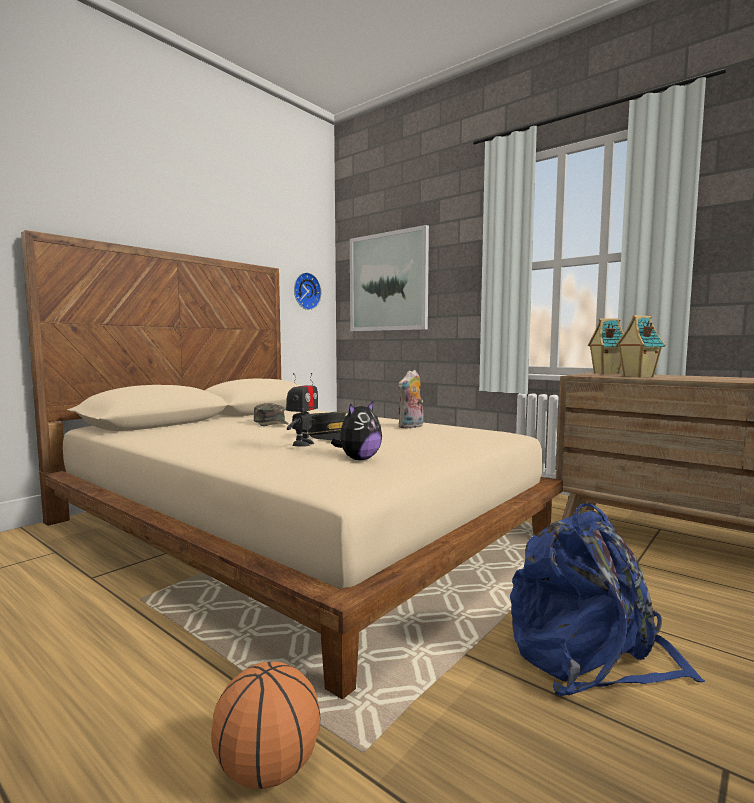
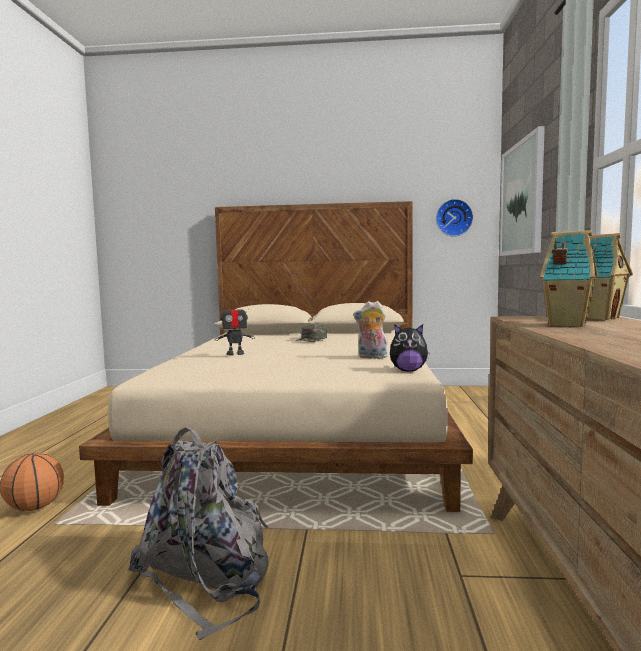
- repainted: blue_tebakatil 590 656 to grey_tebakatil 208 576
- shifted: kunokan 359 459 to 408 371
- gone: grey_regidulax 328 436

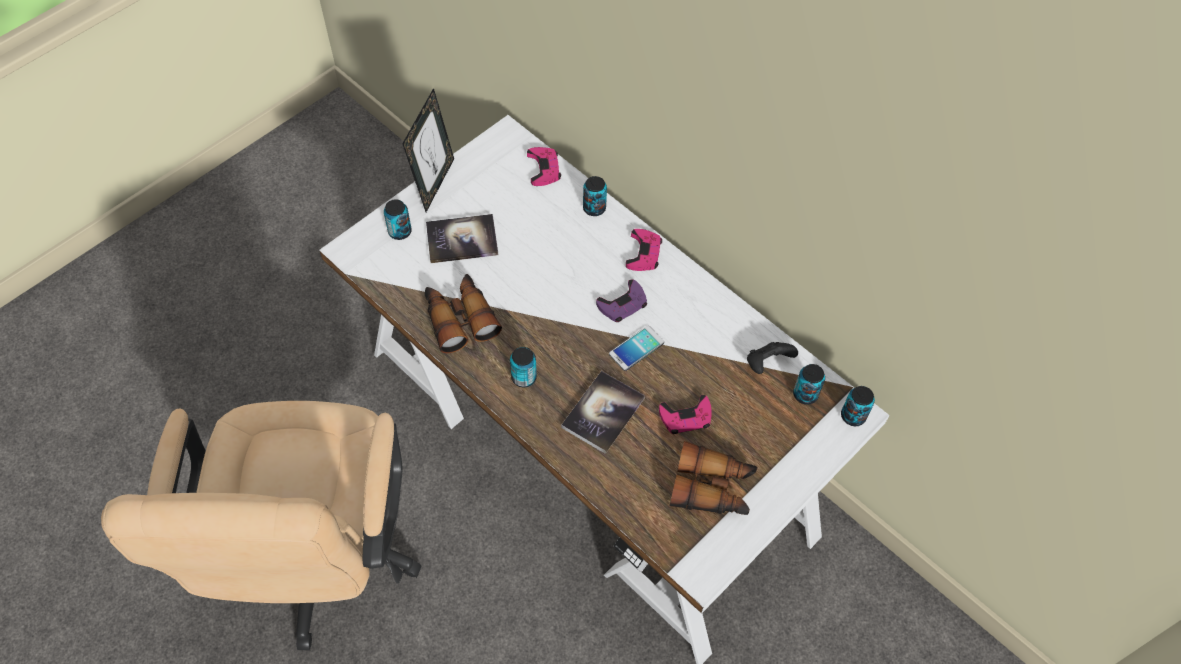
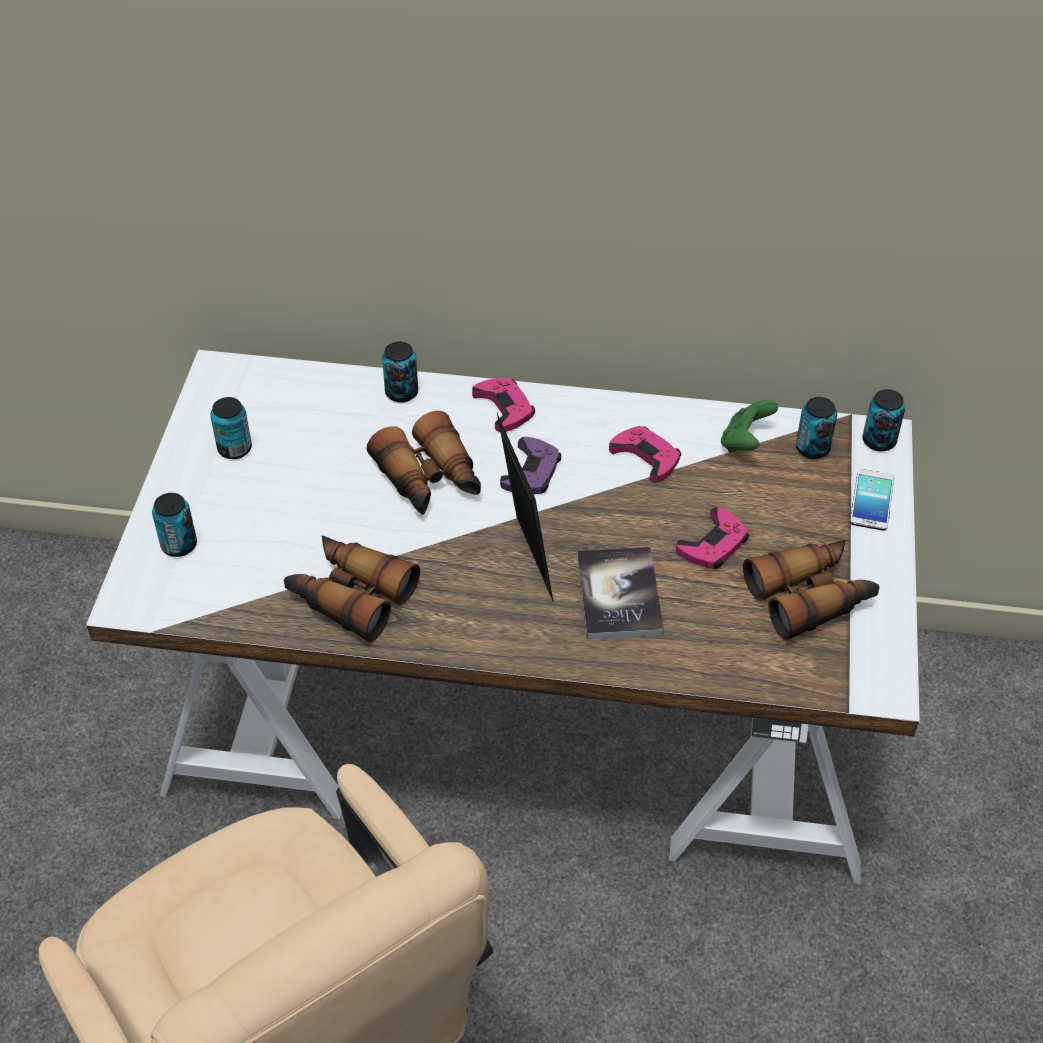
- shifted: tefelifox 524 377 to 234 449
- new: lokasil 430 480
- shifted: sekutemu 434 183 to 525 561
- shifted: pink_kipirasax 544 169 to 646 457
- repainted: black_kipirasax 767 364 to green_kipirasax 745 442
- shifted: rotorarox 636 348 to 871 500
- gone: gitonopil 462 240

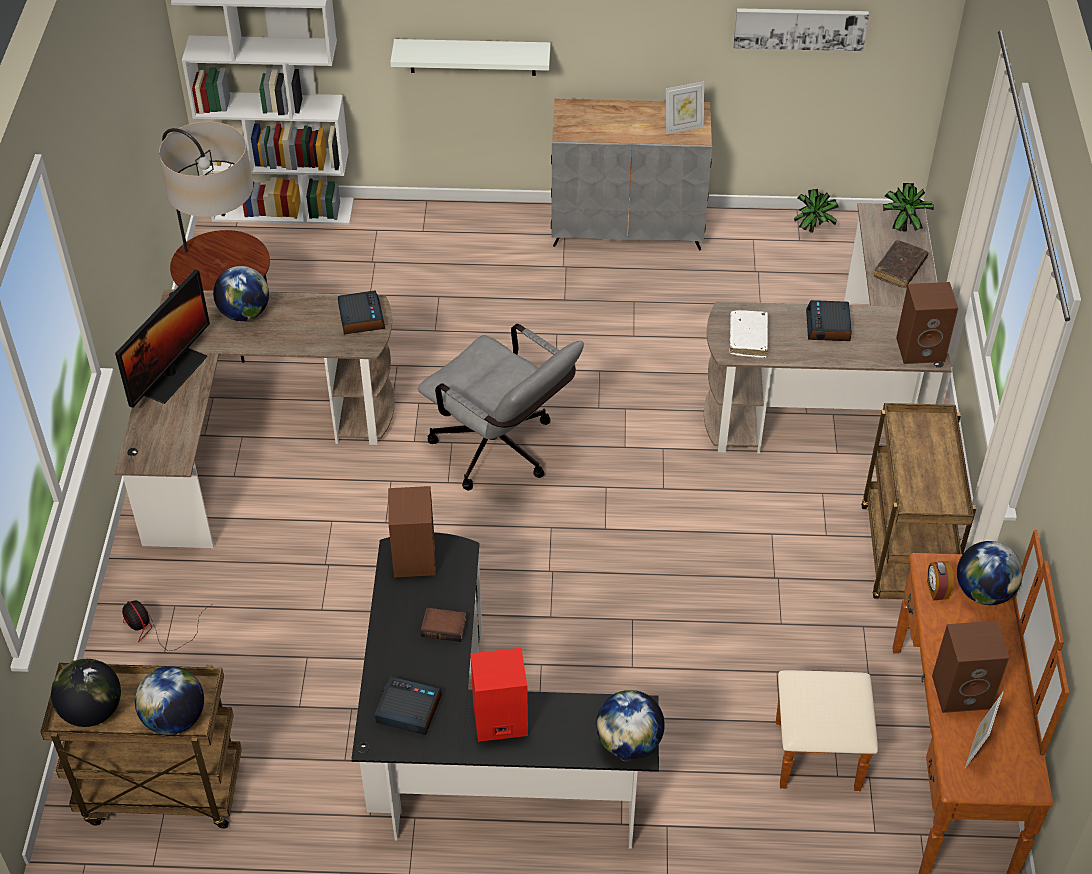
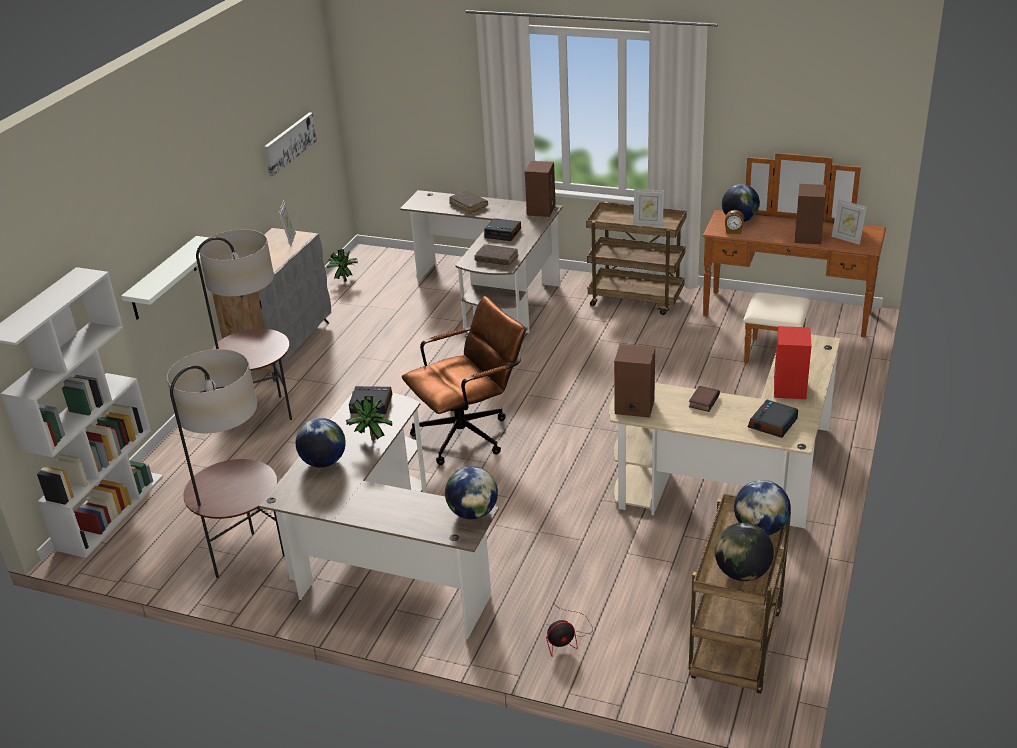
- new: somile 263 414
- shifted: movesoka 902 228 to 370 439
- repainted: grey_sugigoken 502 453 to brown_sugigoken 470 433
- shifted: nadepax 629 742 to 473 513
- repainted: white_gitonopil 748 338 to brown_gitonopil 496 259
- repainted: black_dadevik 471 754 to beige_dadevik 740 484
- new: sekutemu 648 224
- gone: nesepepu 172 374

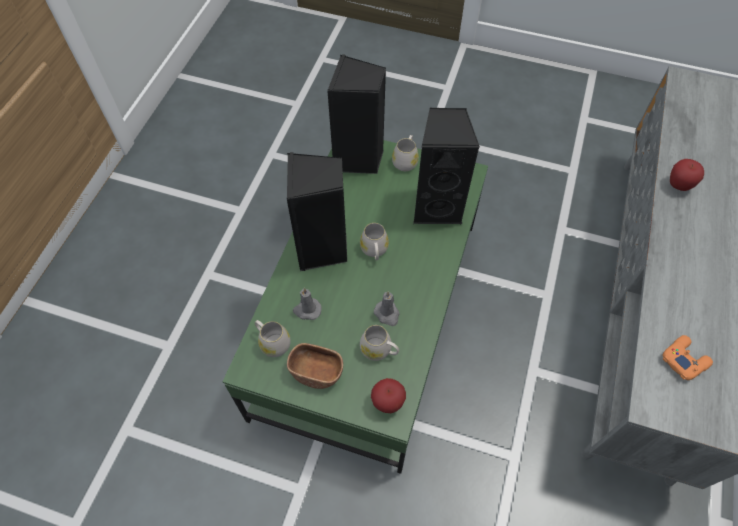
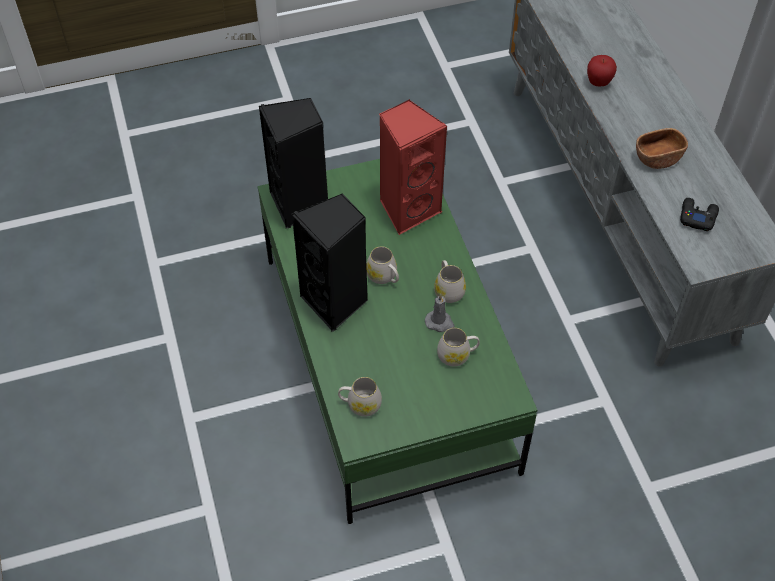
- repainted: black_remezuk 437 207 to red_remezuk 408 209
- shifted: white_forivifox 405 161 to 448 289
- shifted: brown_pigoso 316 371 to 657 158
- repainted: orange_kipirasax 684 359 to black_kipirasax 697 217
- gone: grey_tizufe 307 310
- gone: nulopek 387 402

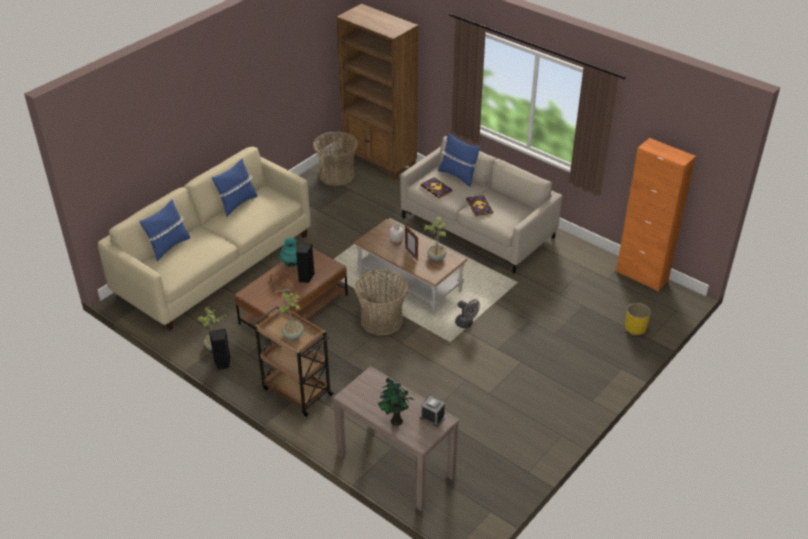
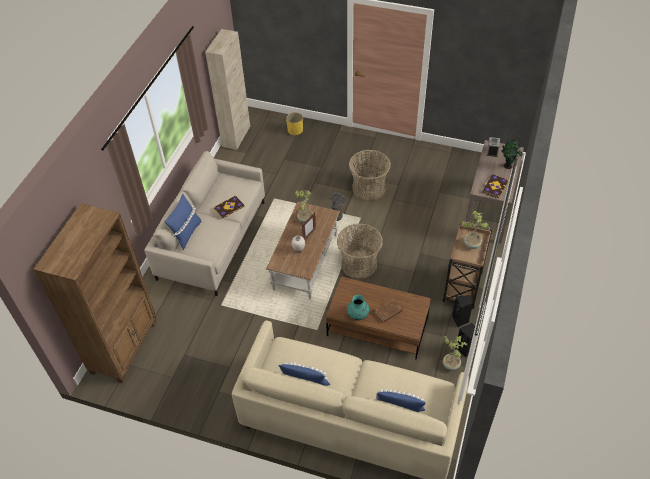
- repainted: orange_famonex 641 276 to beige_famonex 236 136
- shifted: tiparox 337 175 to 368 188
- shifted: black_remezuk 305 277 to 460 320
- shifted: gitonopil 436 188 to 494 186

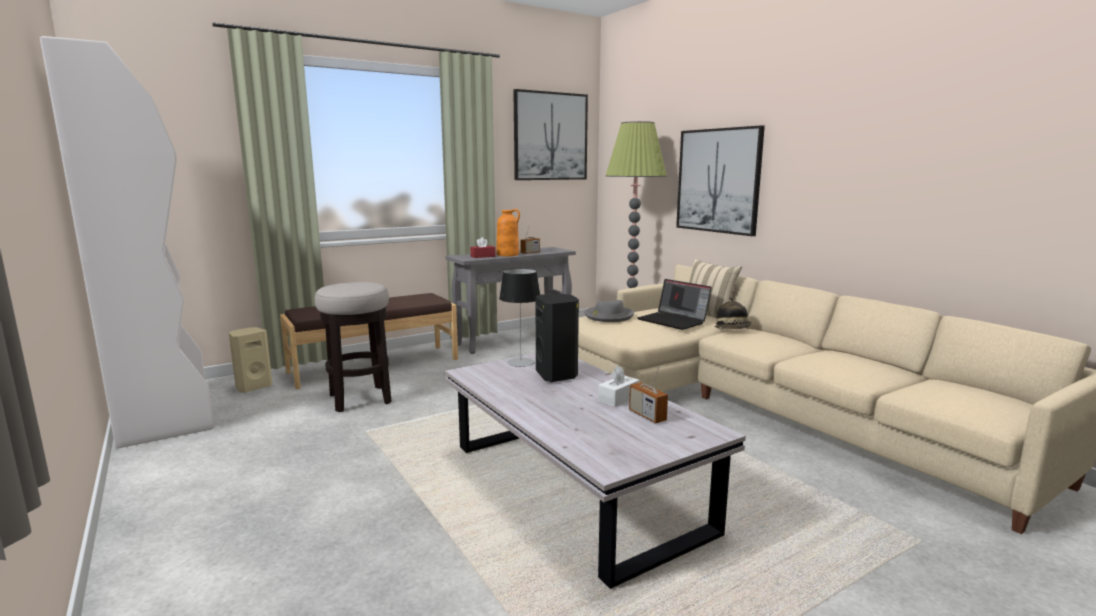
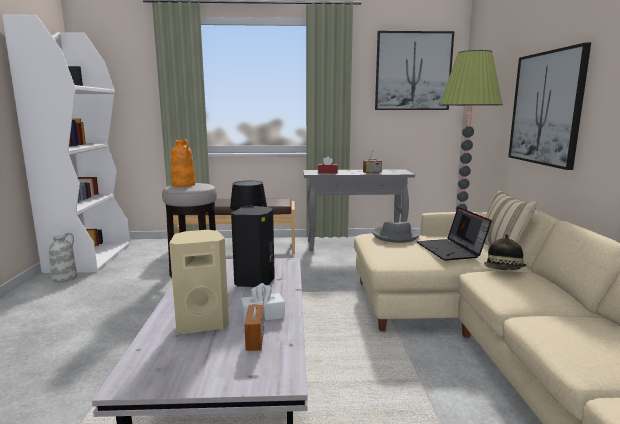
- new: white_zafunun 65 278
- shifted: beige_remezuk 253 387 to 202 323
- shifted: orange_zafunun 508 254 to 184 185

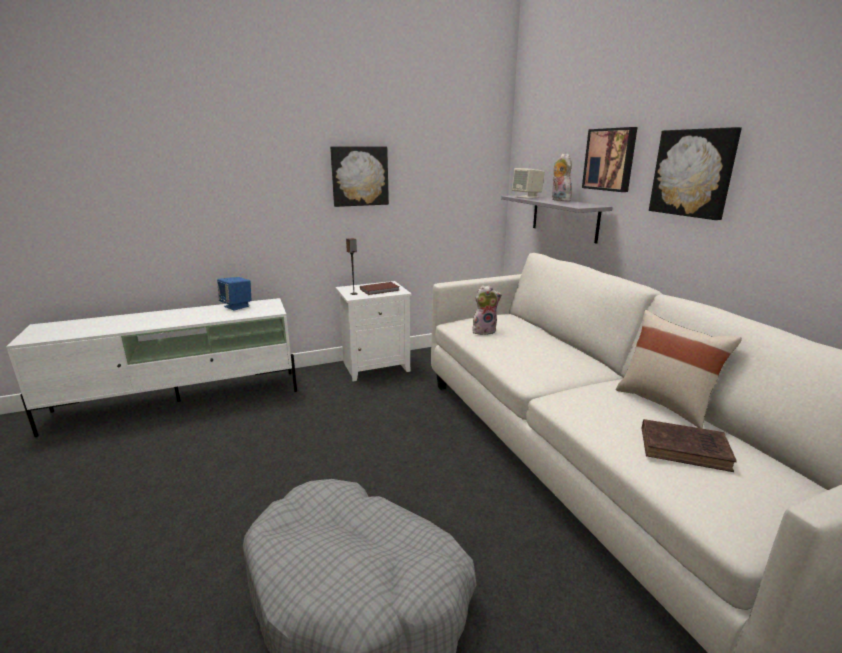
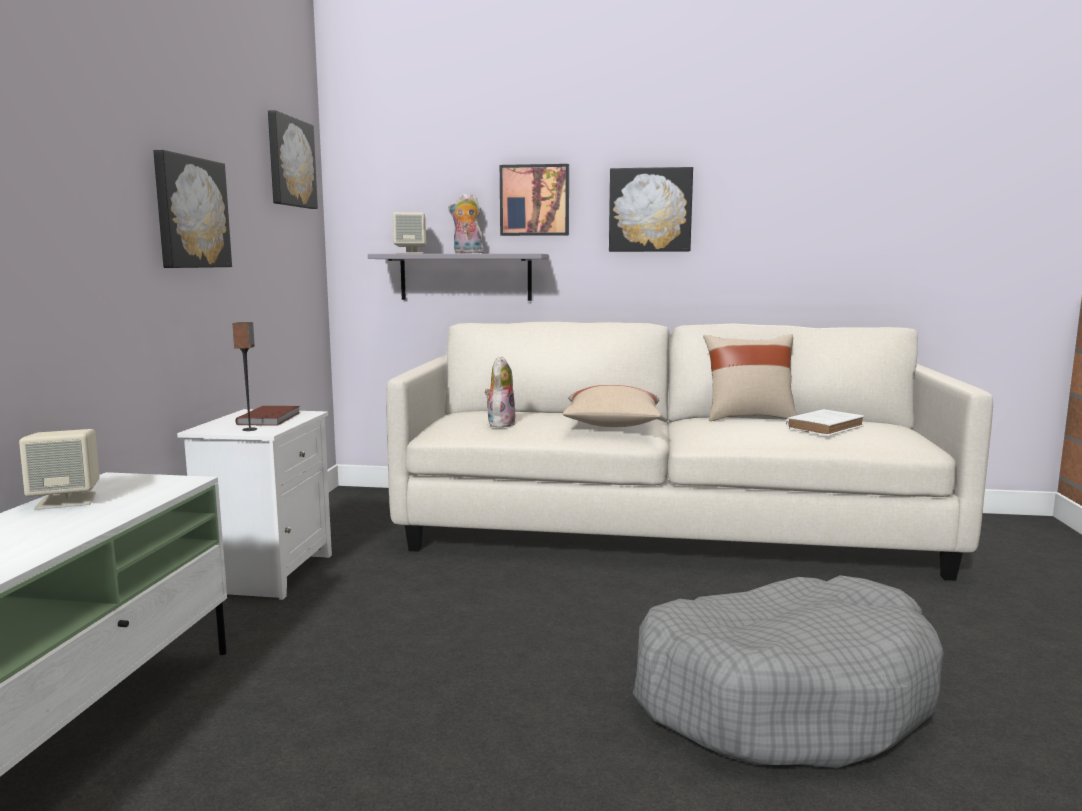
- repainted: blue_remezuk 237 306 to beige_remezuk 67 501
- new: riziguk 289 162
- new: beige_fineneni 612 426
- repainted: brown_gitonopil 686 449 to white_gitonopil 826 427

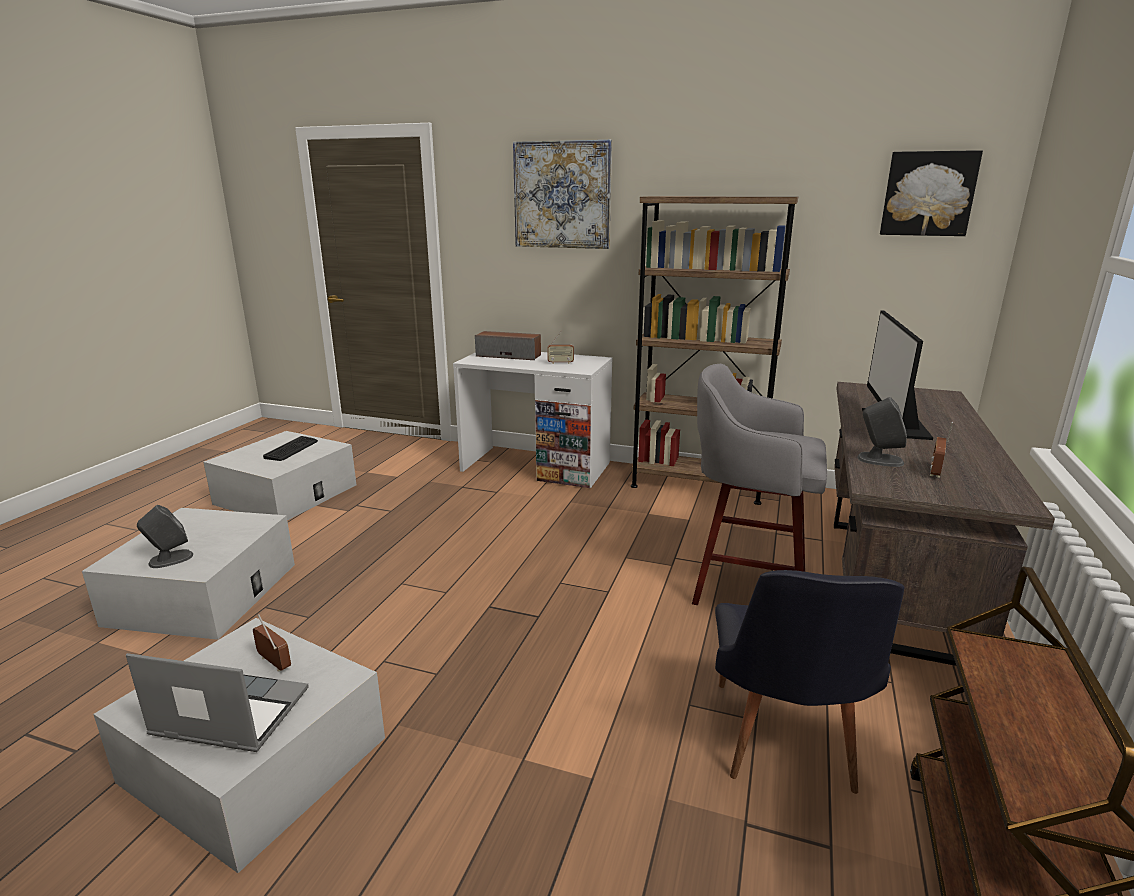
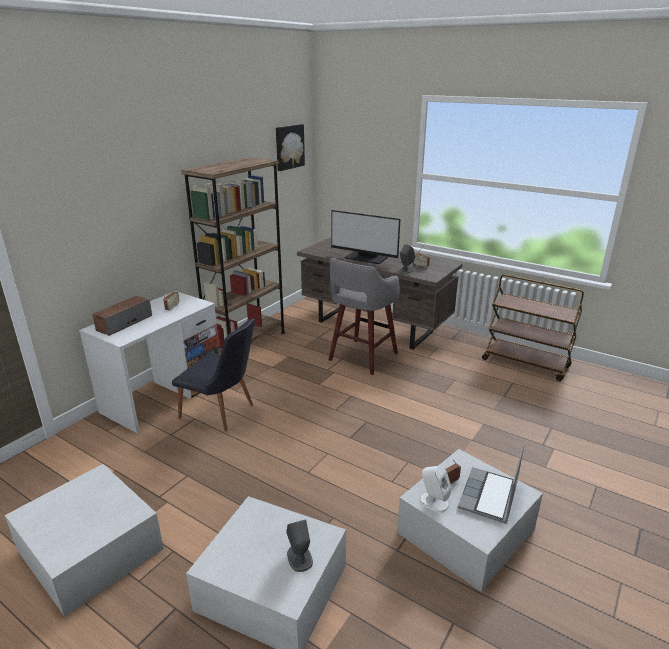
- shifted: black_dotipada 783 747 to 222 413
- new: white_remezuk 433 502
- gone: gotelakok 292 449
- gone: riziguk 562 195

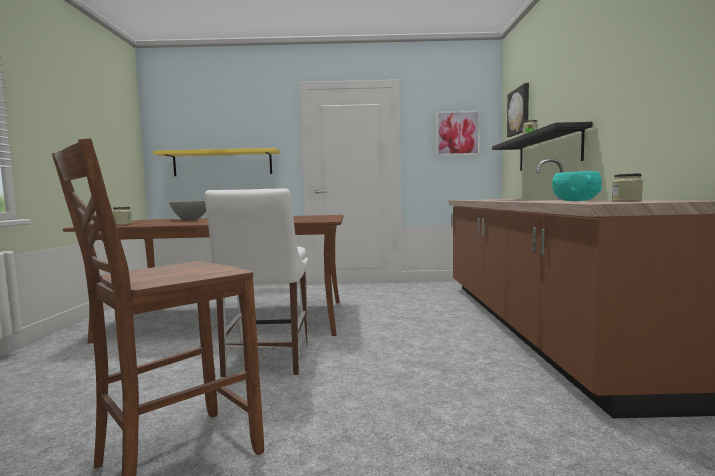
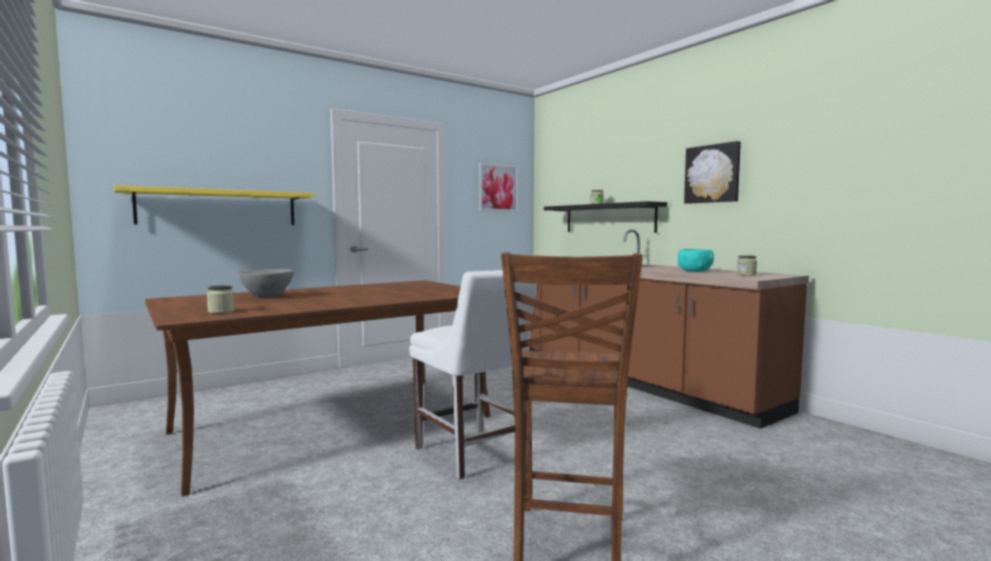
- shifted: riziguk 519 111 to 712 174

